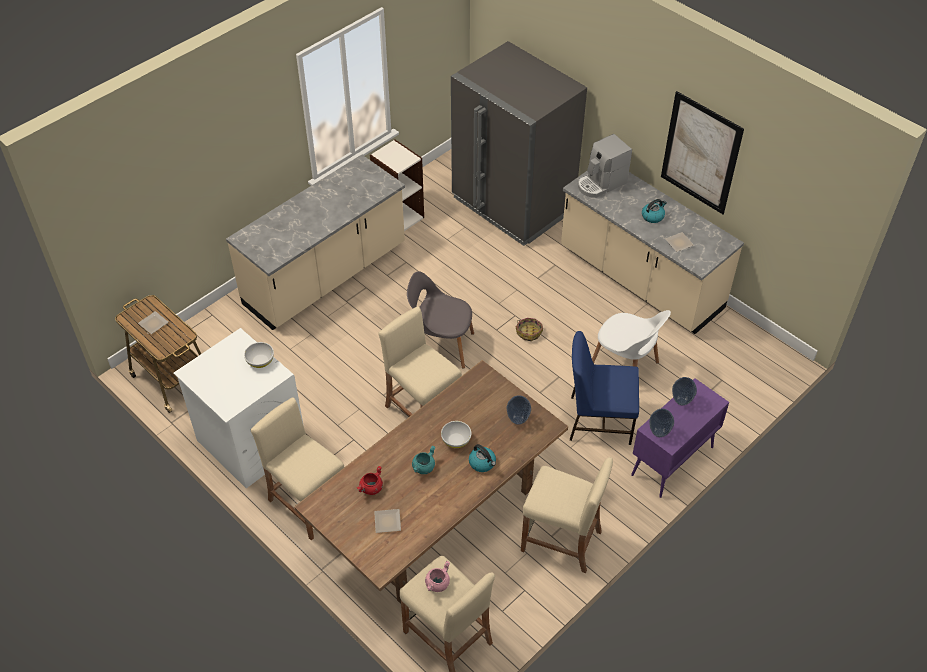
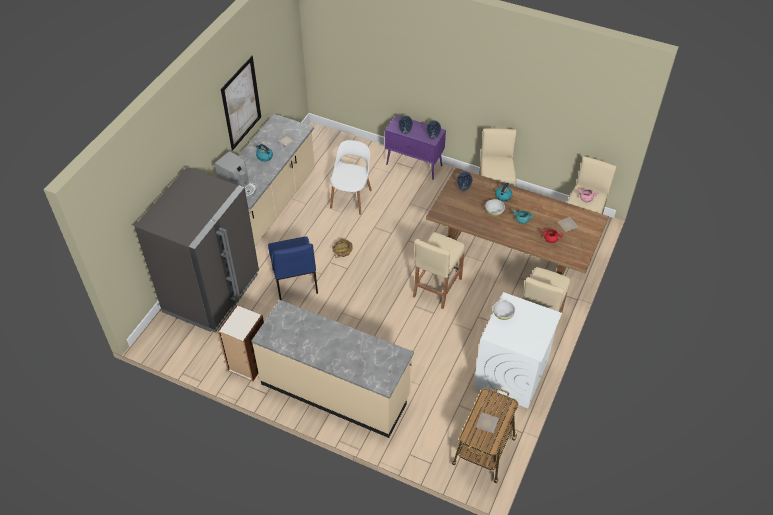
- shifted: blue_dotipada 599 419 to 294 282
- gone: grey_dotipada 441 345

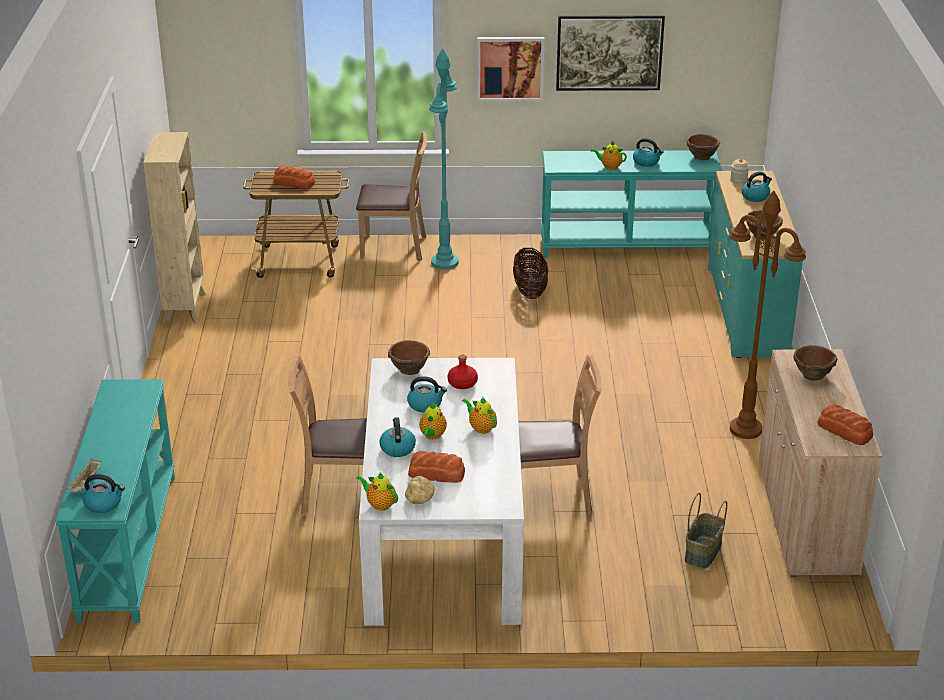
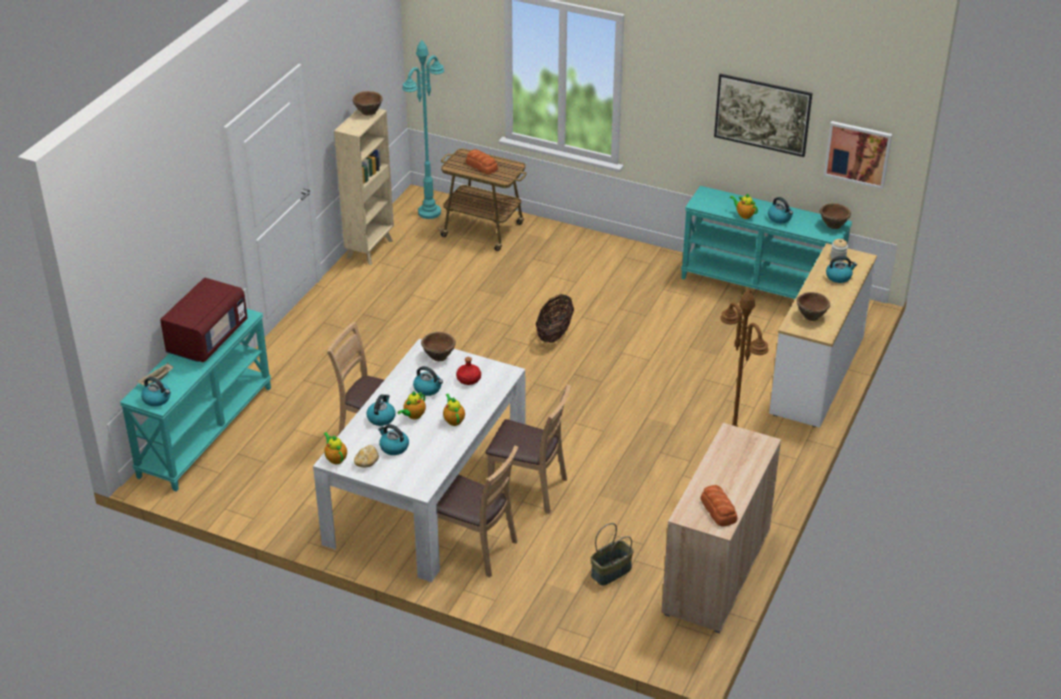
- new: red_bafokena 207 339
- shifted: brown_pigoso 812 375 to 368 112
- swapped: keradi 437 473 to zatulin 393 447
- shifted: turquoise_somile 444 262 to 429 212
- shifted: brown_dotipada 394 247 to 475 548
- shifted: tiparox 530 291 to 554 334
- repainted: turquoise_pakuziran 747 311 to white_pakuziran 818 375
- shifted: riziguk 510 68 to 857 154

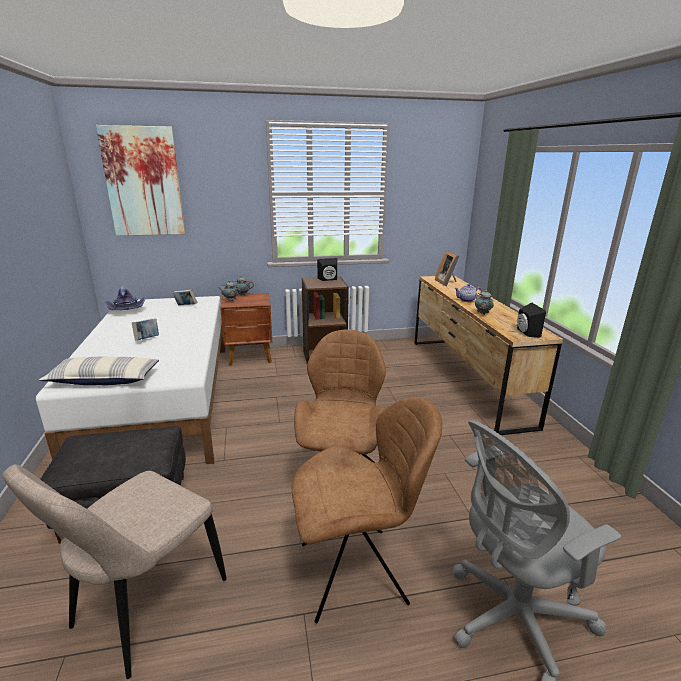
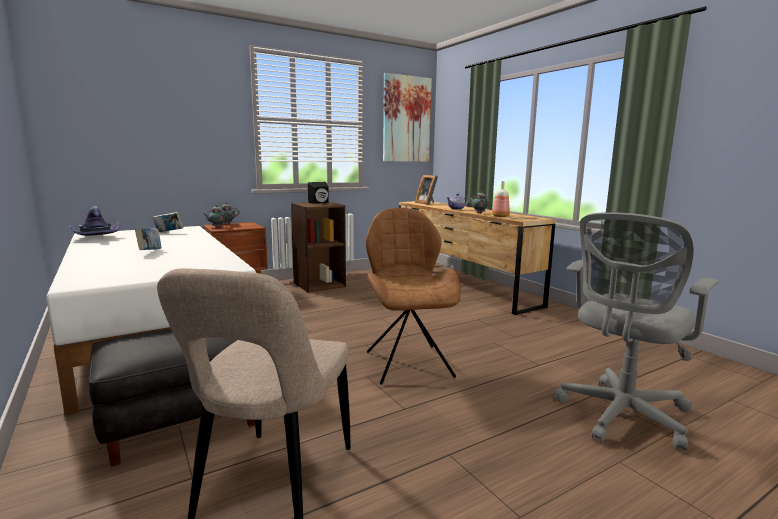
- shifted: riziguk 143 182 to 406 119
- new: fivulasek 501 216
- gone: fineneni 104 380
- gone: brown_dotipada 357 572
- gone: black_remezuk 526 333

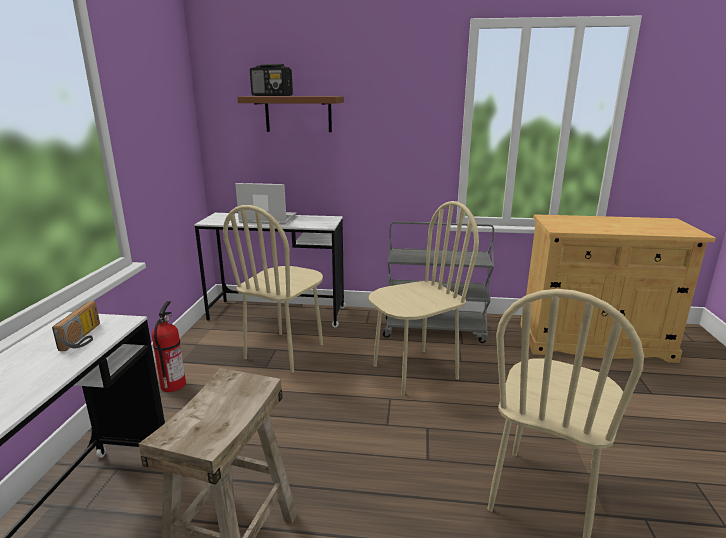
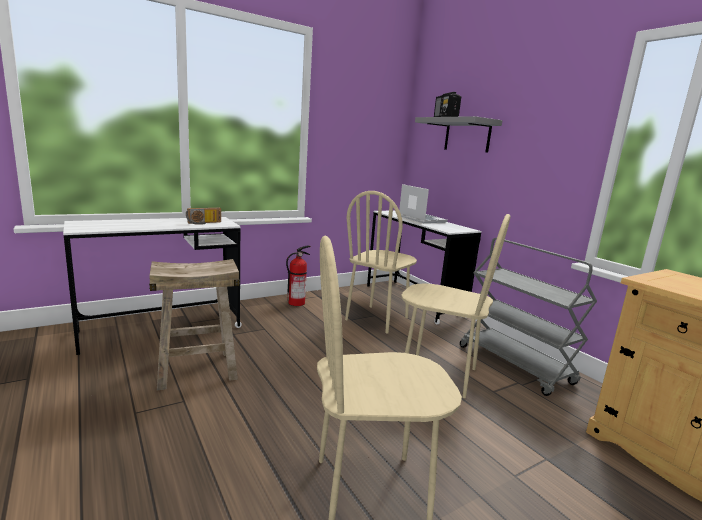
- rotated: beige_dotipada 285 351 = 377 319 45 degrees counterclockwise
- repainted: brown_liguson 298 114 to grey_liguson 467 135

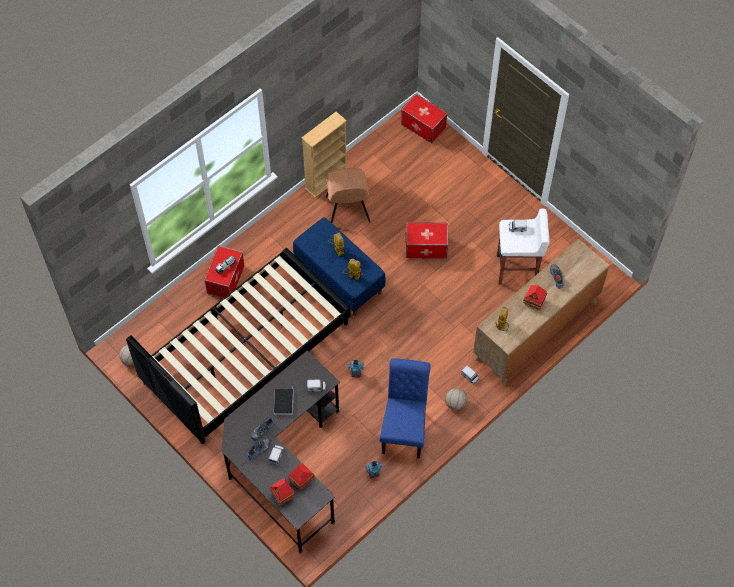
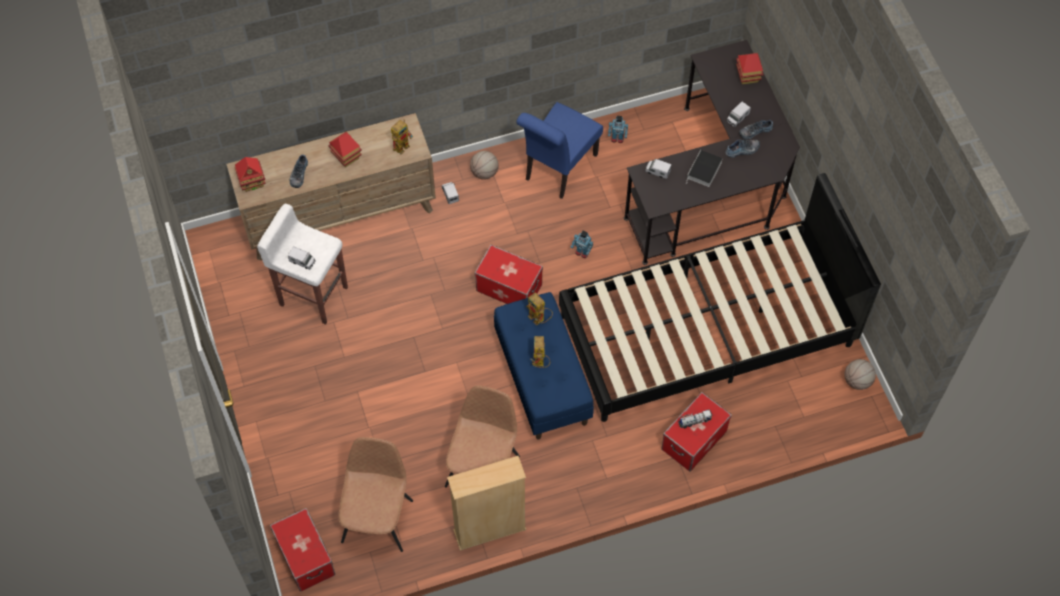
- shifted: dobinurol 301 481 to 252 182
- new: brown_dotipada 378 519
- shifted: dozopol 426 247 to 508 288

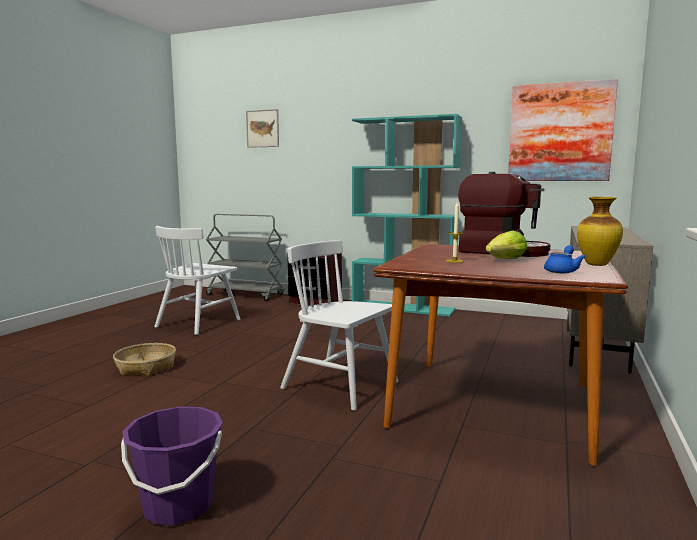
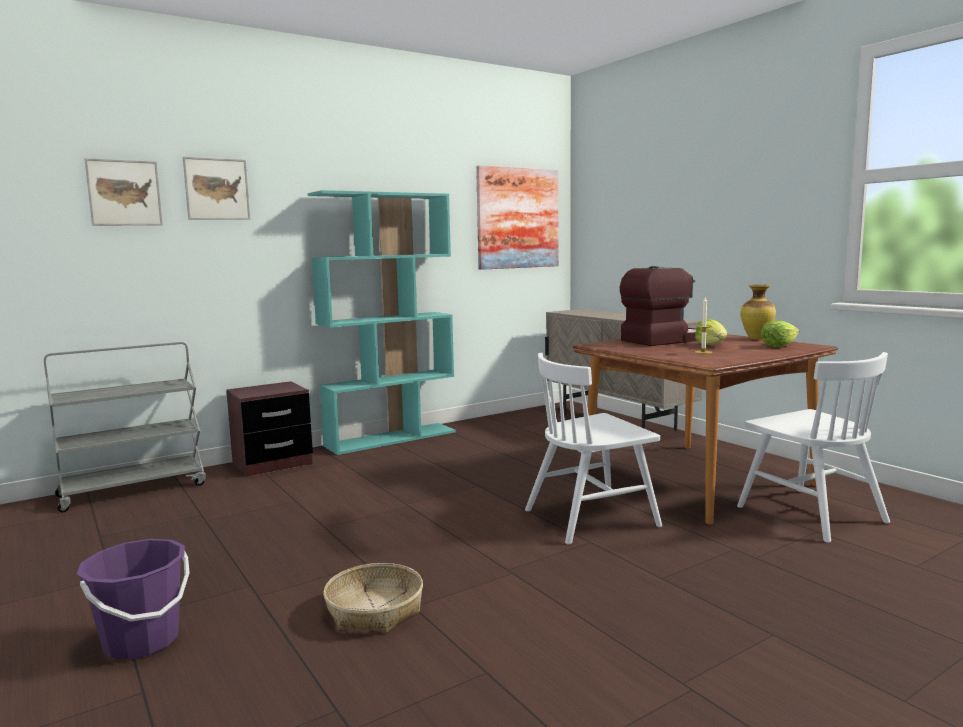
- shifted: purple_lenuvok 178 506 to 142 641
- new: riziguk 217 189
- shifted: white_dotipada 198 323 to 810 514
- swapped: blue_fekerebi 562 271 to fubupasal 778 345

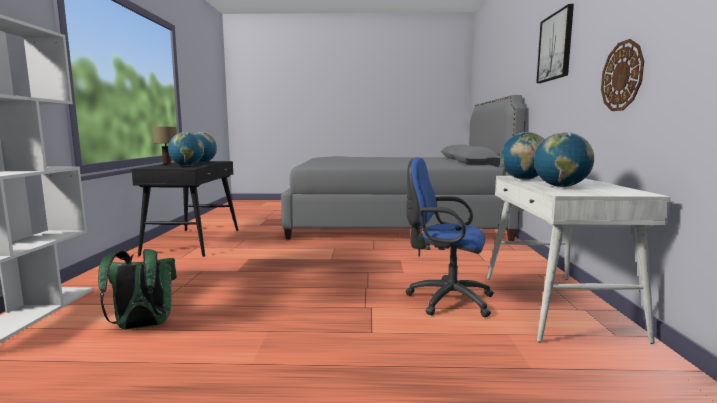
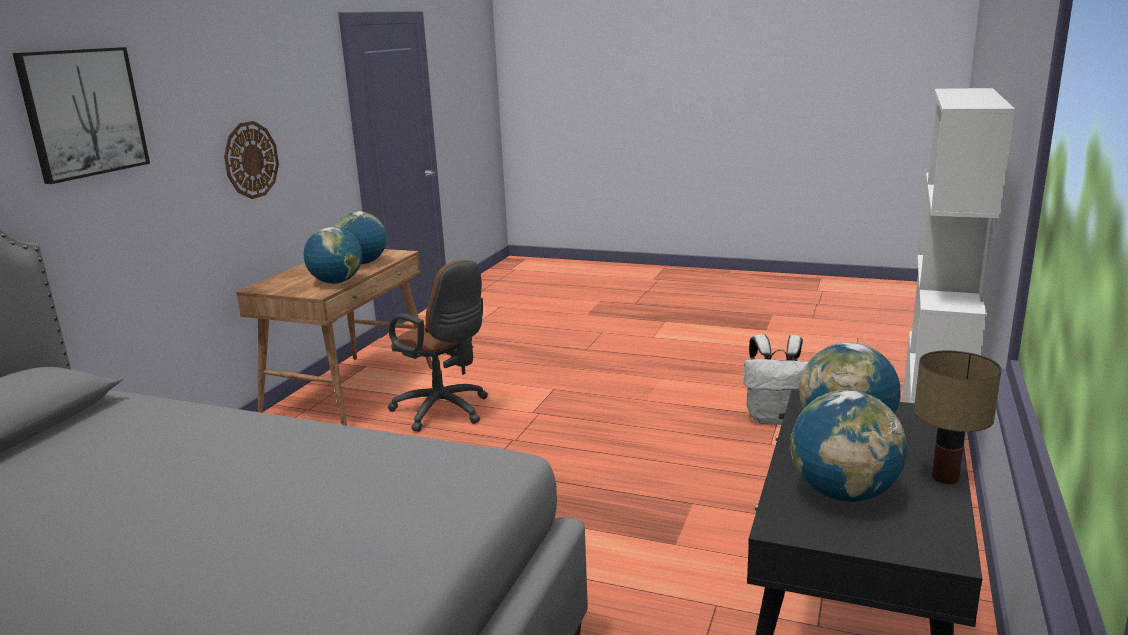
- repainted: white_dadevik 556 305 to brown_dadevik 350 392
- repainted: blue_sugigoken 445 299 to brown_sugigoken 445 411
- repainted: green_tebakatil 142 326 to white_tebakatil 774 418

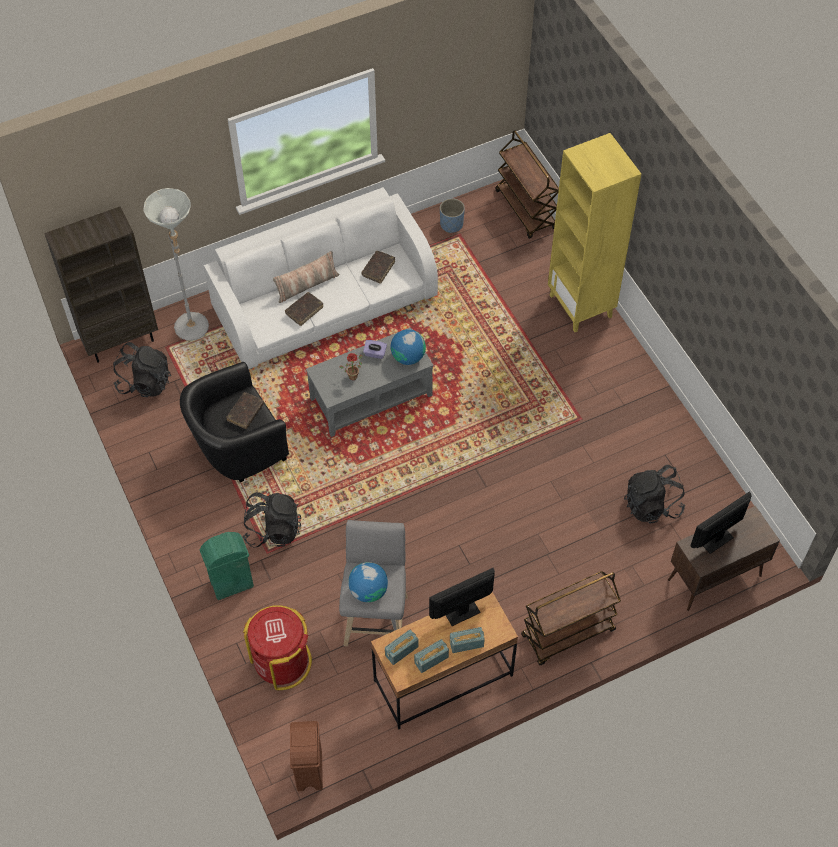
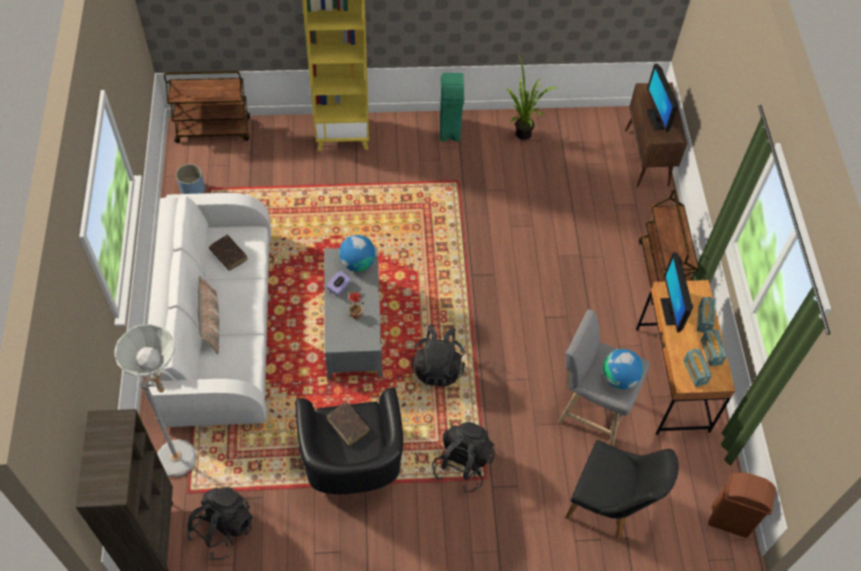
- shifted: black_tebakatil 652 505 to 438 366
- shifted: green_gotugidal 231 584 to 449 130
- new: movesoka 520 137
- swapped: red_gotugidal 282 661 to black_dotipada 610 505
- gone: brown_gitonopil 304 311

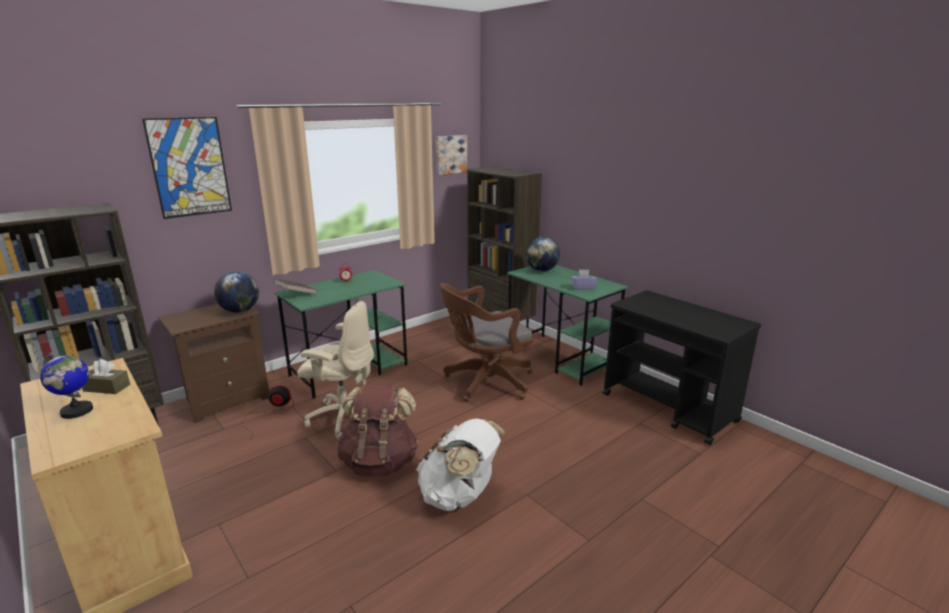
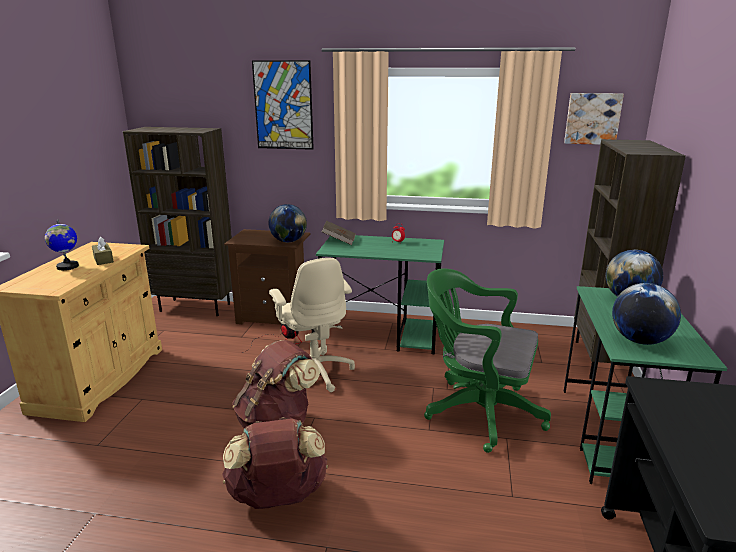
- repainted: white_tebakatil 459 496 to brown_tebakatil 278 498
- repainted: brown_sugigoken 485 382 to green_sugigoken 477 411
- swapped: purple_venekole 583 288 to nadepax 640 341

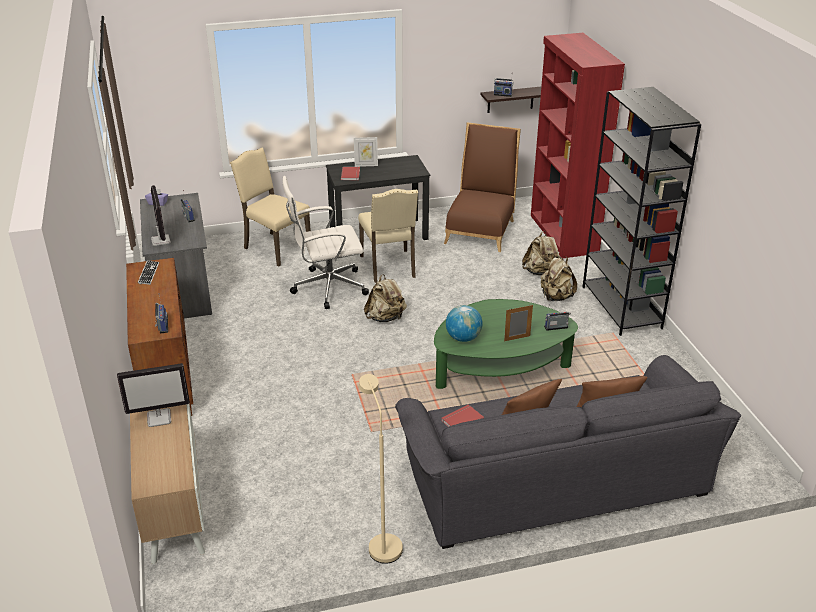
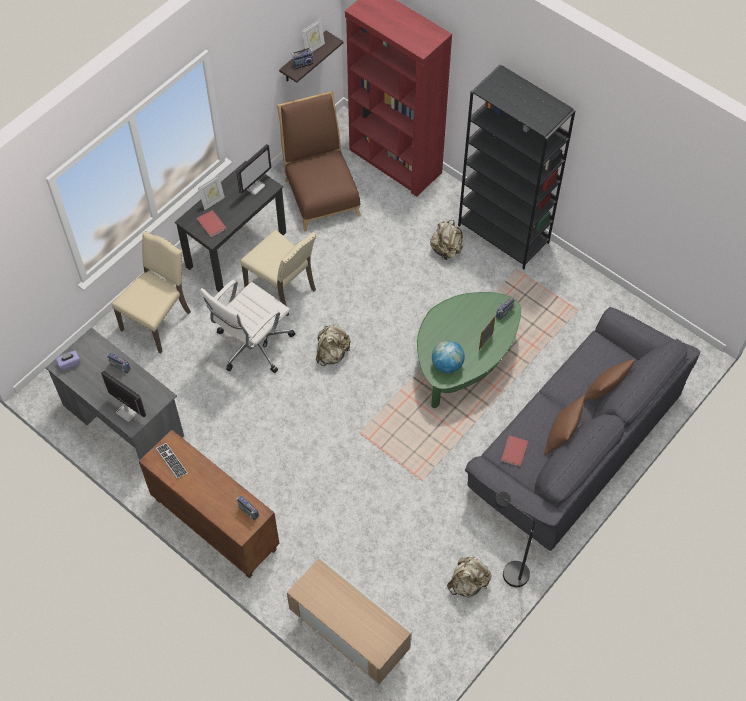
- rotated: beige_dotipada 275 247 = 158 320 120 degrees clockwise
- shifted: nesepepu 159 418 to 254 186
- new: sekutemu 313 48
- shifted: beige_tebakatil 541 272 to 468 583
- repainted: beige_somile 381 543 to black_somile 509 570

